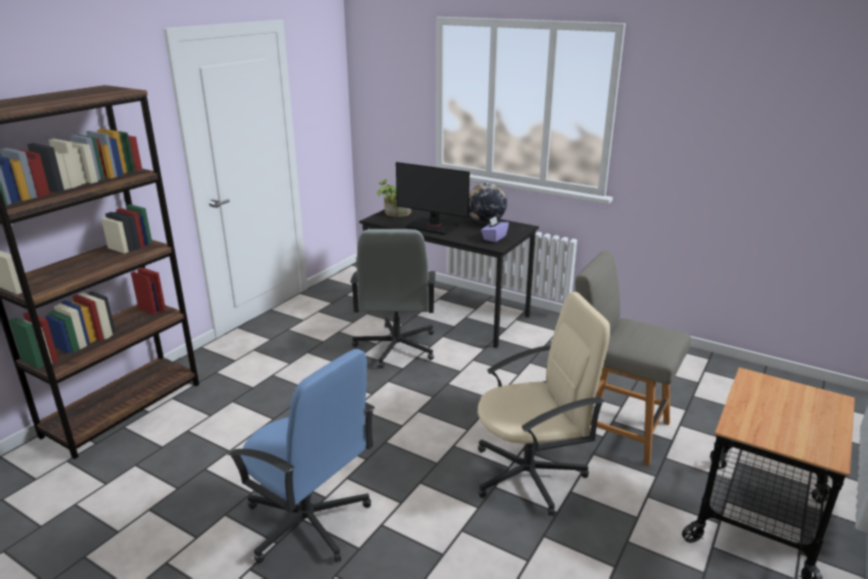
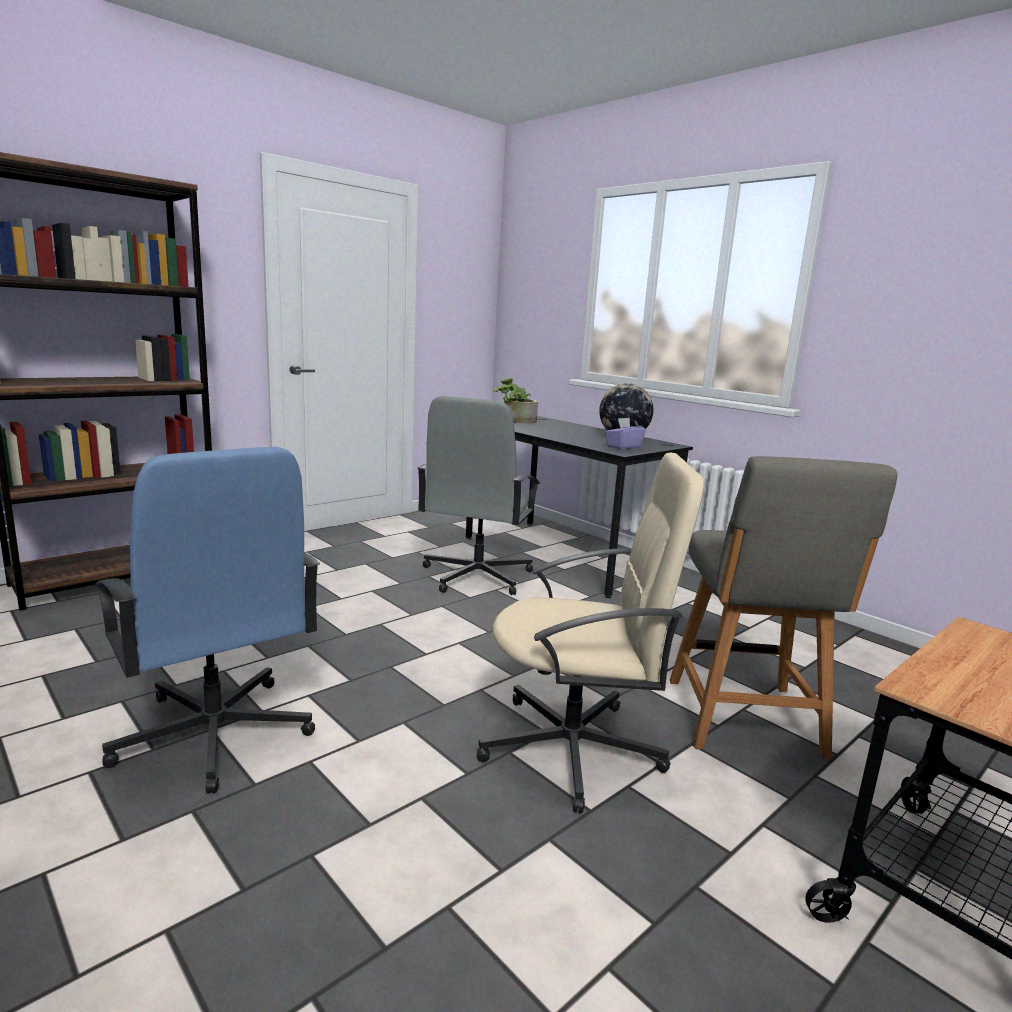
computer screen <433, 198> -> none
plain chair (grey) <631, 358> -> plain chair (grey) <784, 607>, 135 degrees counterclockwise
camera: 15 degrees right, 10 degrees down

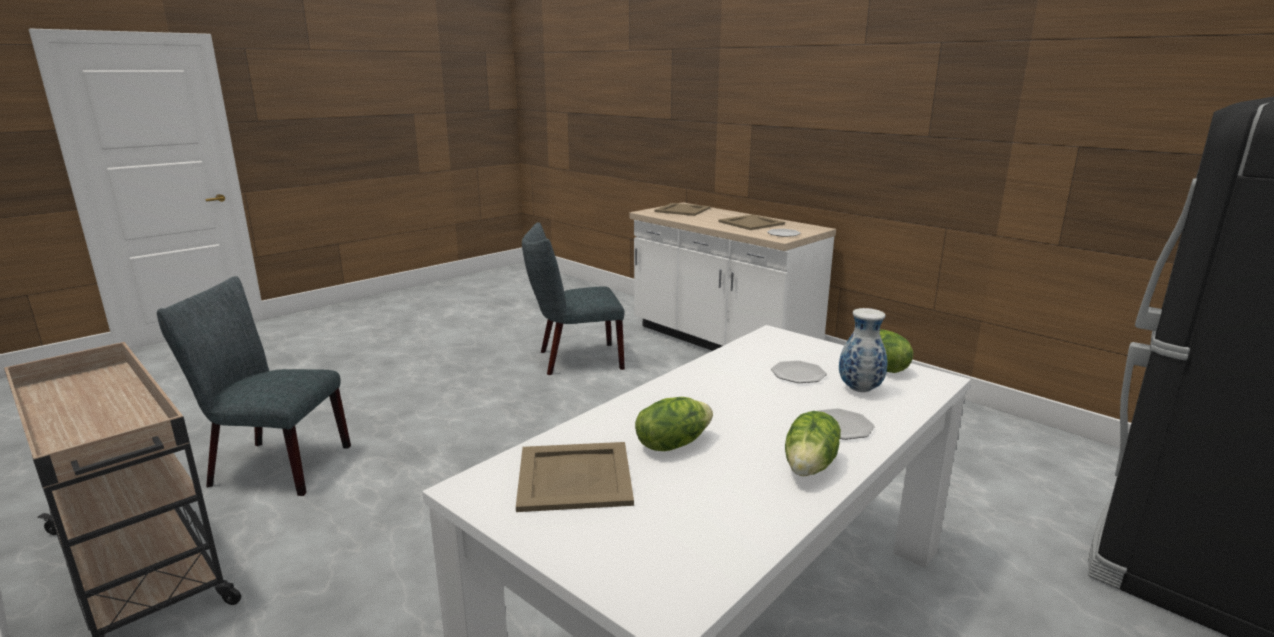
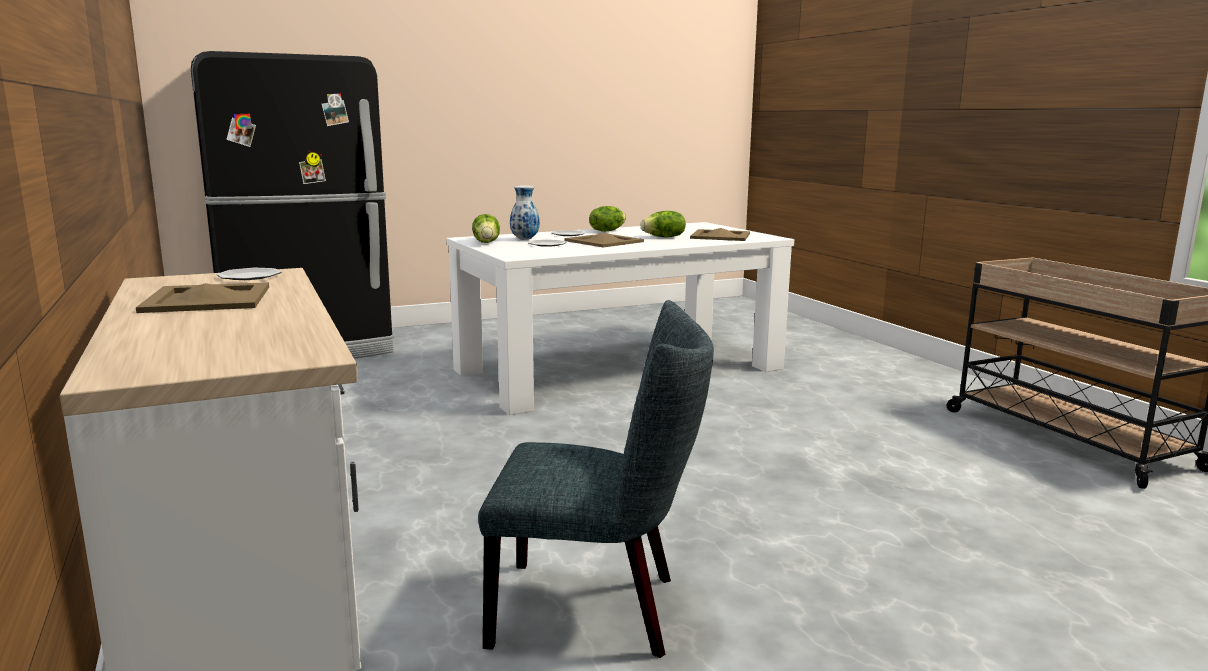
serving tray (sand-coloured) <682, 209> -> serving tray (sand-coloured) <604, 240>, relocated
plain chair (grey) <254, 386> -> none
camera: 160 degrees left, 5 degrees down

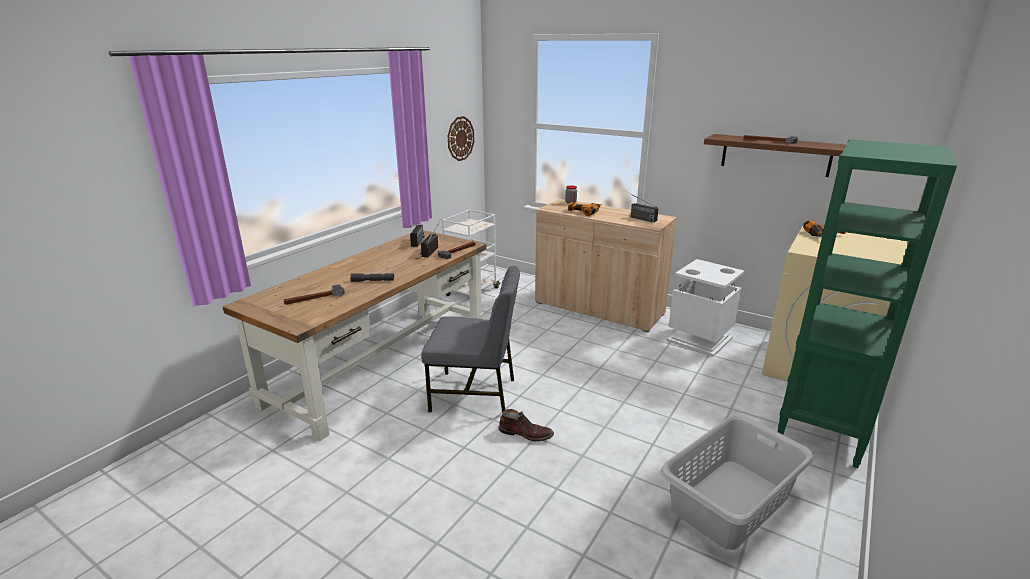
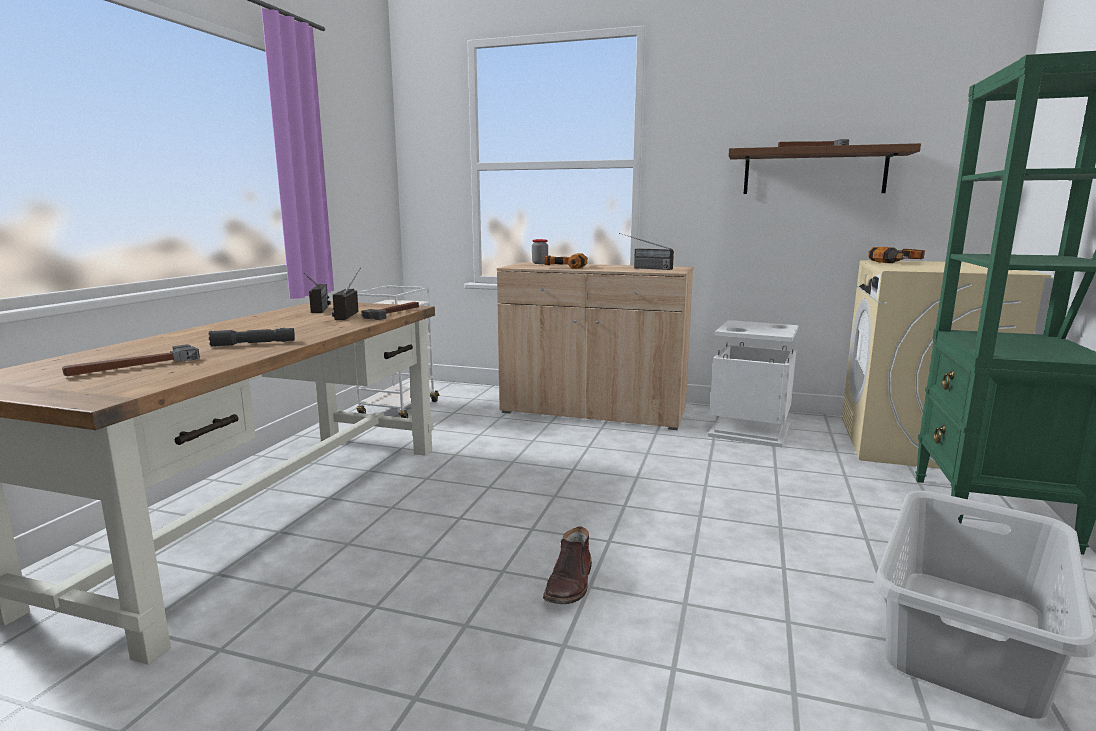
hanging clock <461, 138> -> none
plain chair (grey) <470, 339> -> none
high-top boot (brown-coloured) <526, 425> -> high-top boot (brown-coloured) <567, 565>, 105 degrees clockwise
camera: 15 degrees left, 10 degrees down

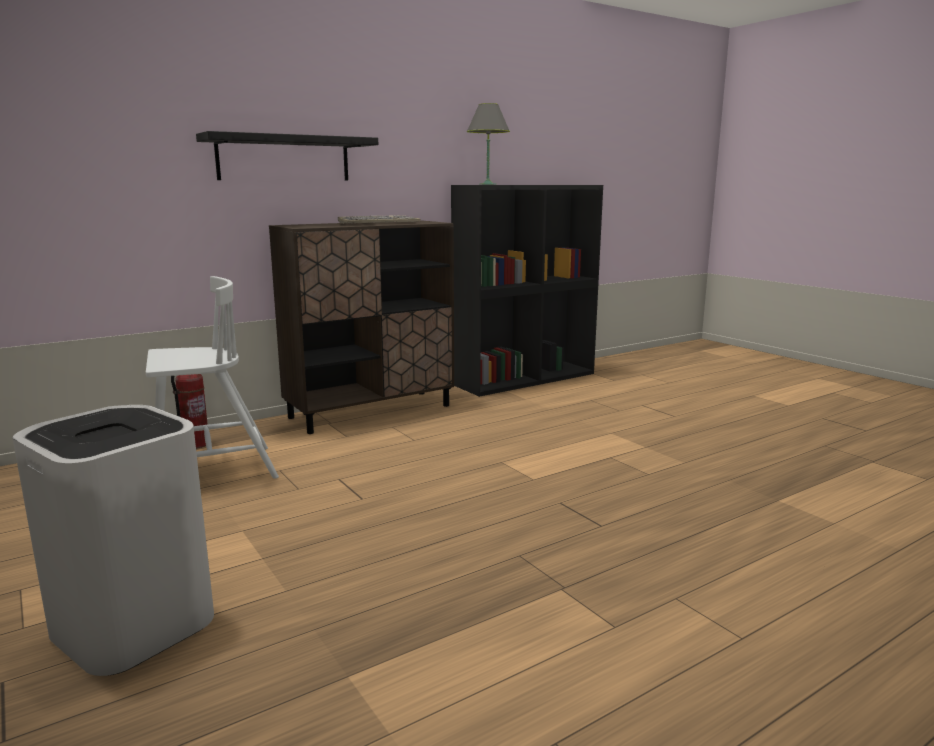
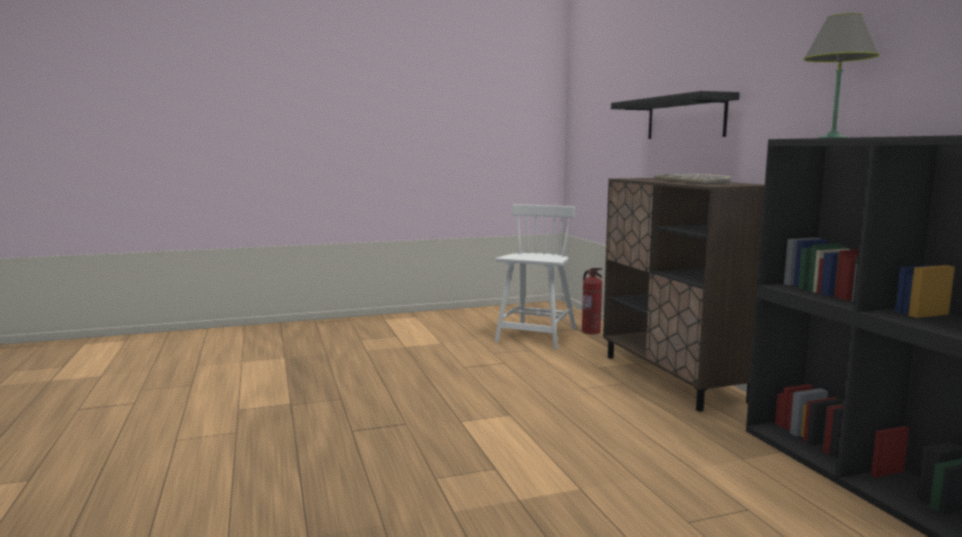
plain chair (white) <212, 377> -> plain chair (white) <535, 276>, 150 degrees counterclockwise
waste bin (white) <113, 540> -> none
camera: 105 degrees right, 5 degrees down

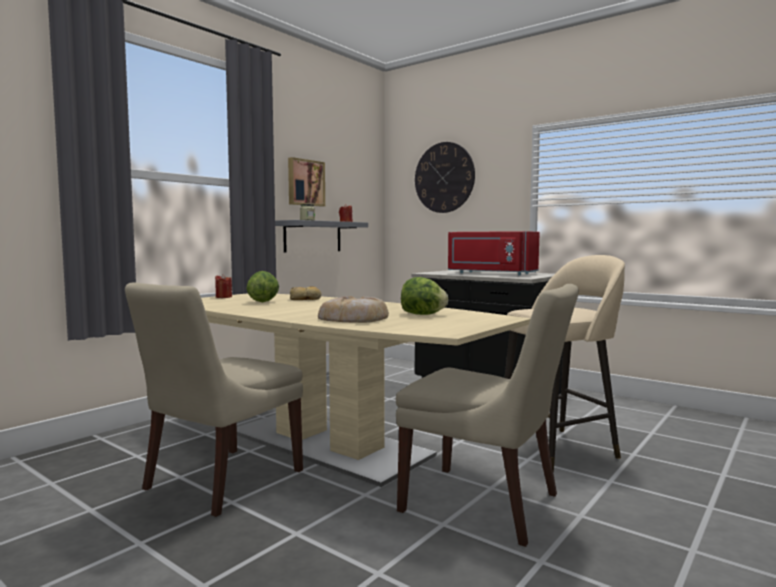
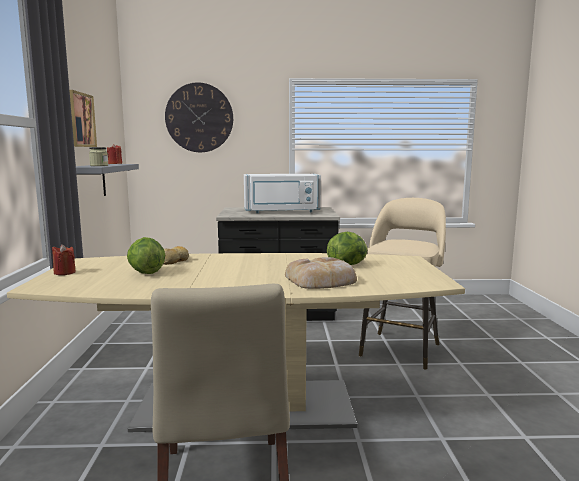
kitchen microwave (reddish) <494, 253> -> kitchen microwave (white) <282, 193>
plain chair (sand-coloured) <487, 415> -> none
camera: 40 degrees left, 5 degrees up

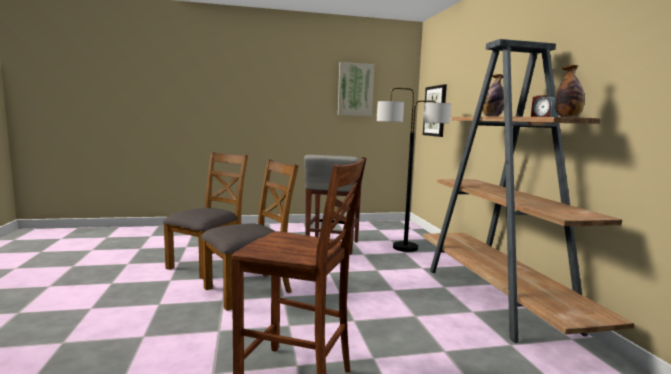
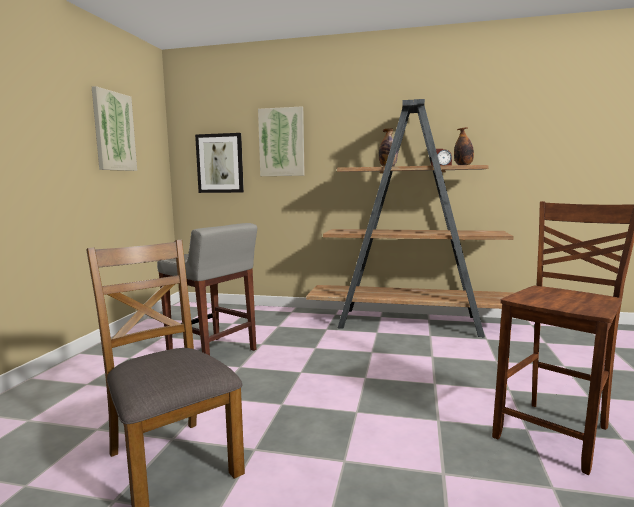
standard lamp <414, 170> -> none
plain chair (brown-coloured) <249, 235> -> none
none -> wall art <281, 141>
camera: 65 degrees left, 0 degrees up

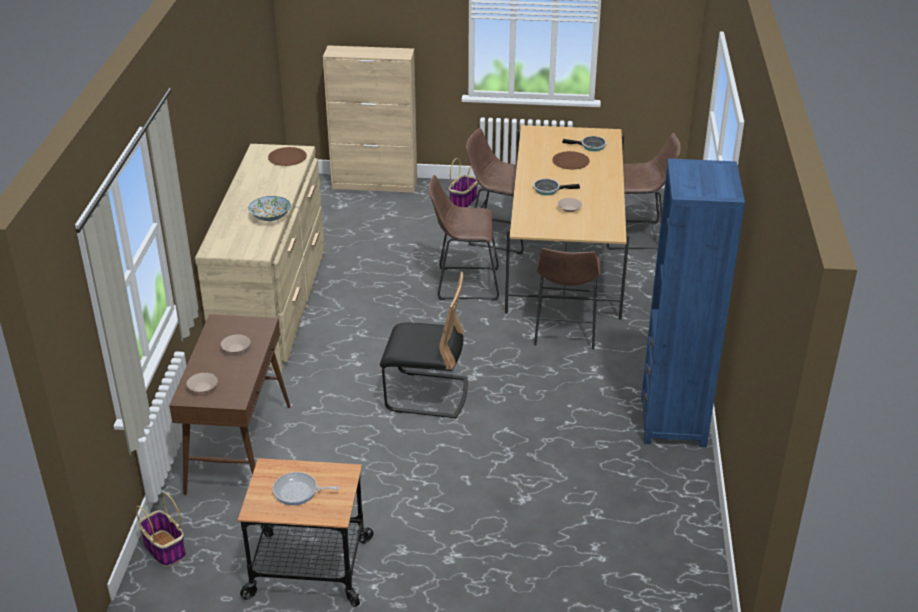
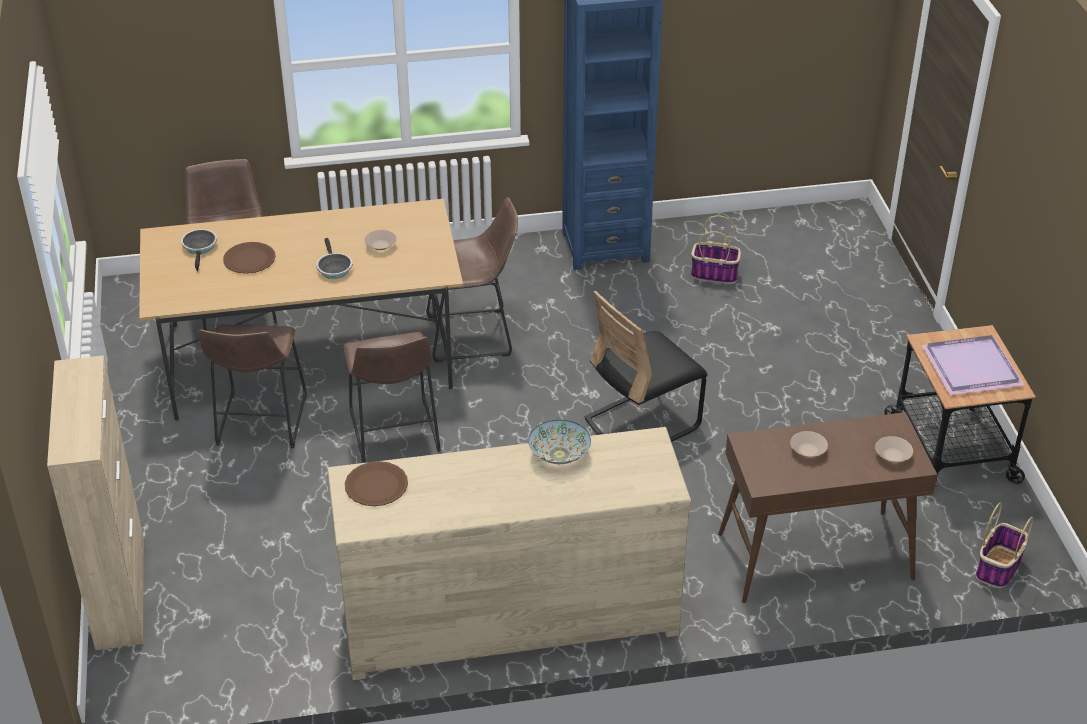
basket <463, 182> -> basket <716, 249>, relocated
plain chair (black) <424, 345> -> plain chair (black) <646, 366>, 120 degrees counterclockwise
pan <306, 488> -> serving tray (purplish) <972, 365>
camera: 105 degrees left, 5 degrees up

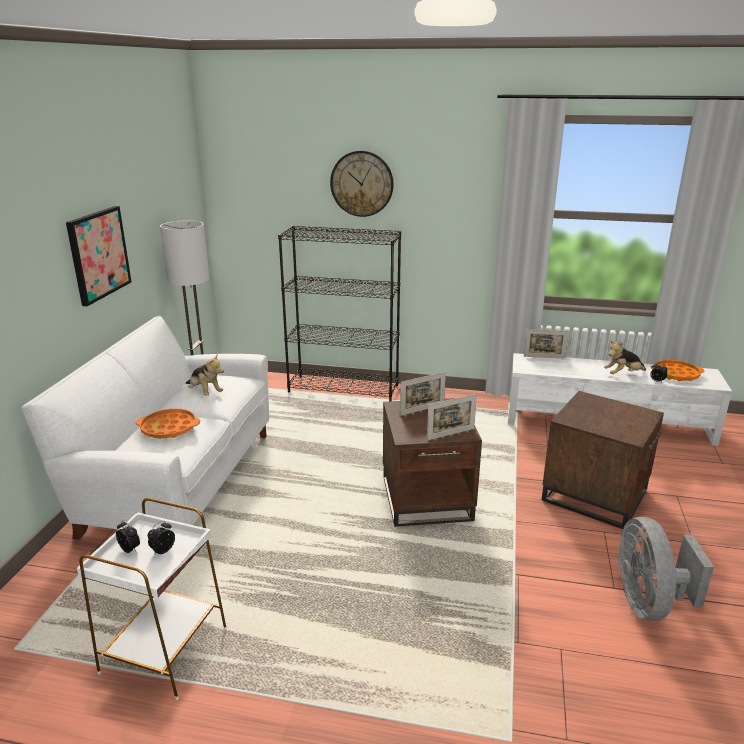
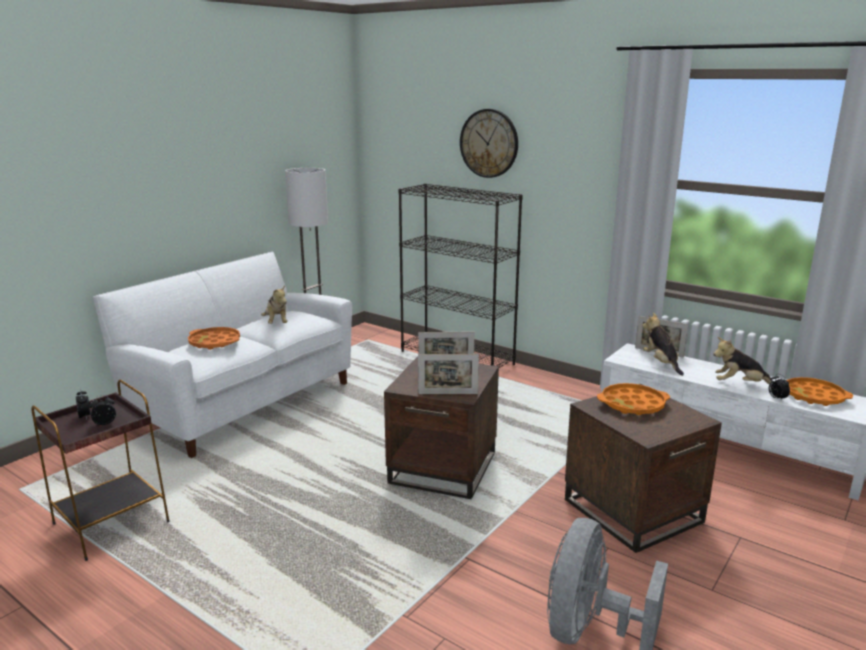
wall art <98, 256> -> none
end table (white) <152, 599> -> end table (brown-coloured) <100, 470>
none -> cuddly toy <663, 344>
none -> serving tray (orange-coloured) <633, 399>
camera: 25 degrees right, 5 degrees down

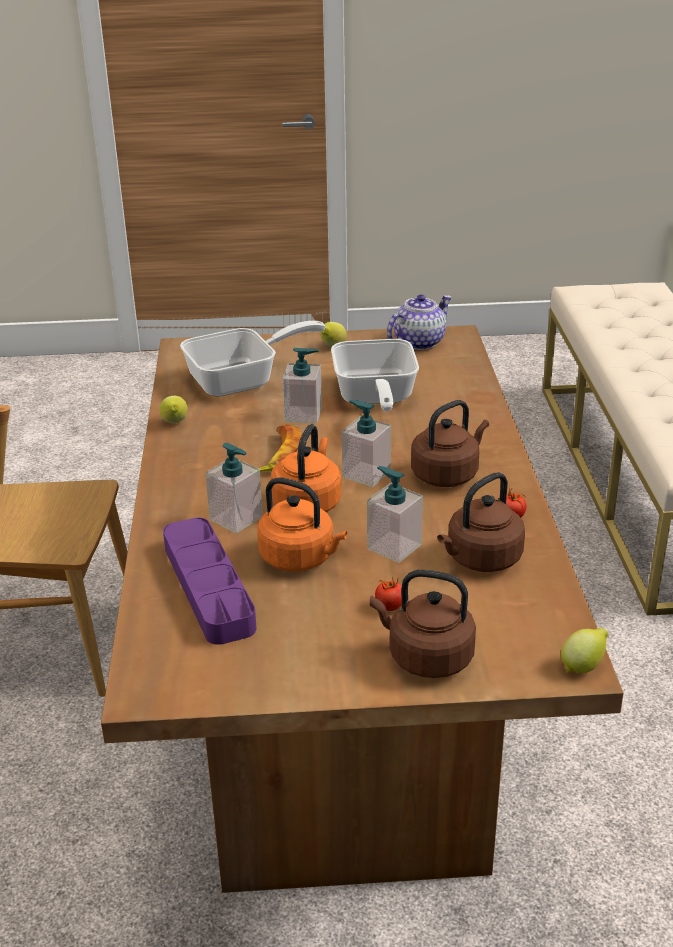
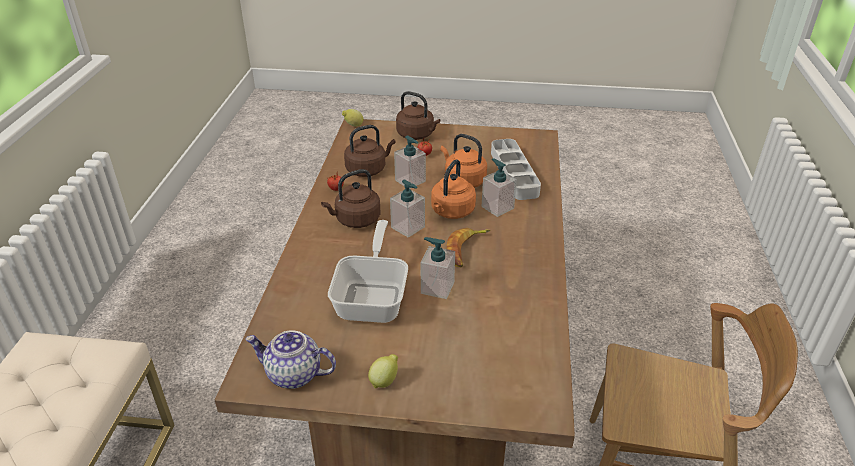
pot for tea <419, 322> -> pot for tea <291, 359>, 45 degrees clockwise
pan <252, 359> -> none
citrus fruit <174, 409> -> none
serving tray (purplish) <209, 581> -> serving tray (grey) <516, 169>
camera: 170 degrees left, 5 degrees up

